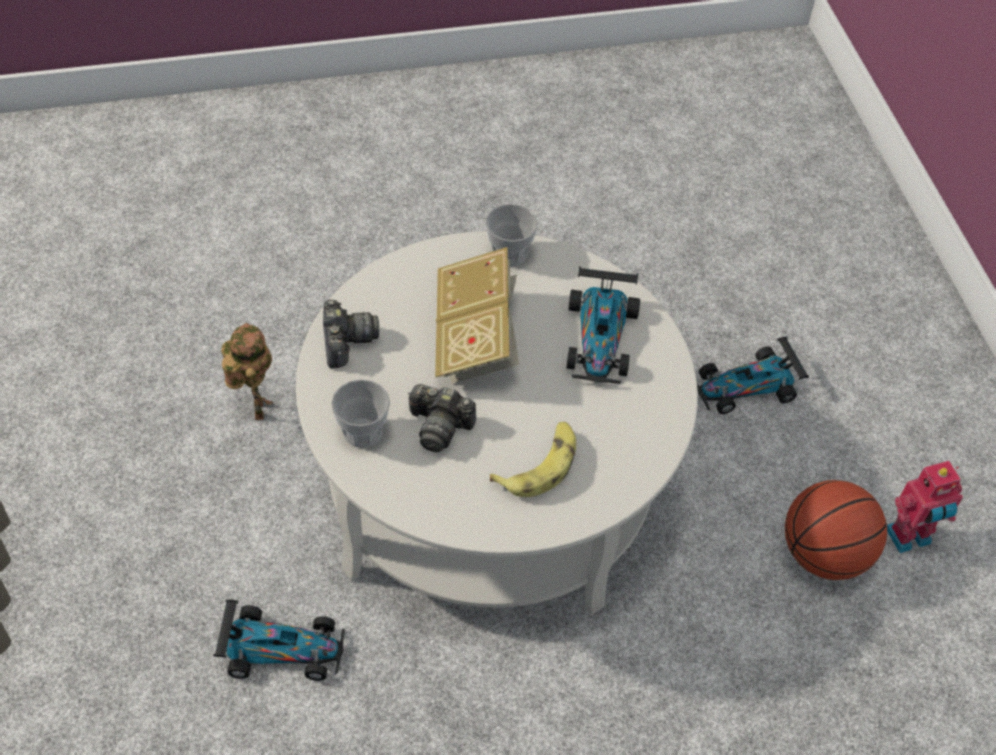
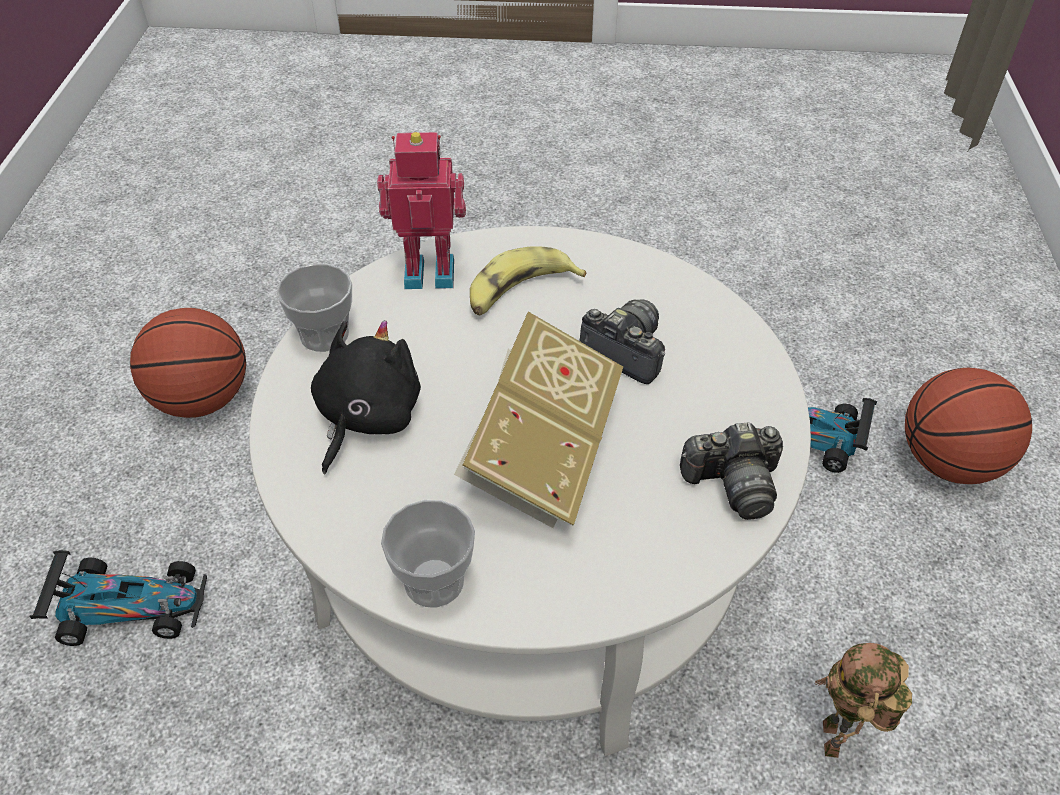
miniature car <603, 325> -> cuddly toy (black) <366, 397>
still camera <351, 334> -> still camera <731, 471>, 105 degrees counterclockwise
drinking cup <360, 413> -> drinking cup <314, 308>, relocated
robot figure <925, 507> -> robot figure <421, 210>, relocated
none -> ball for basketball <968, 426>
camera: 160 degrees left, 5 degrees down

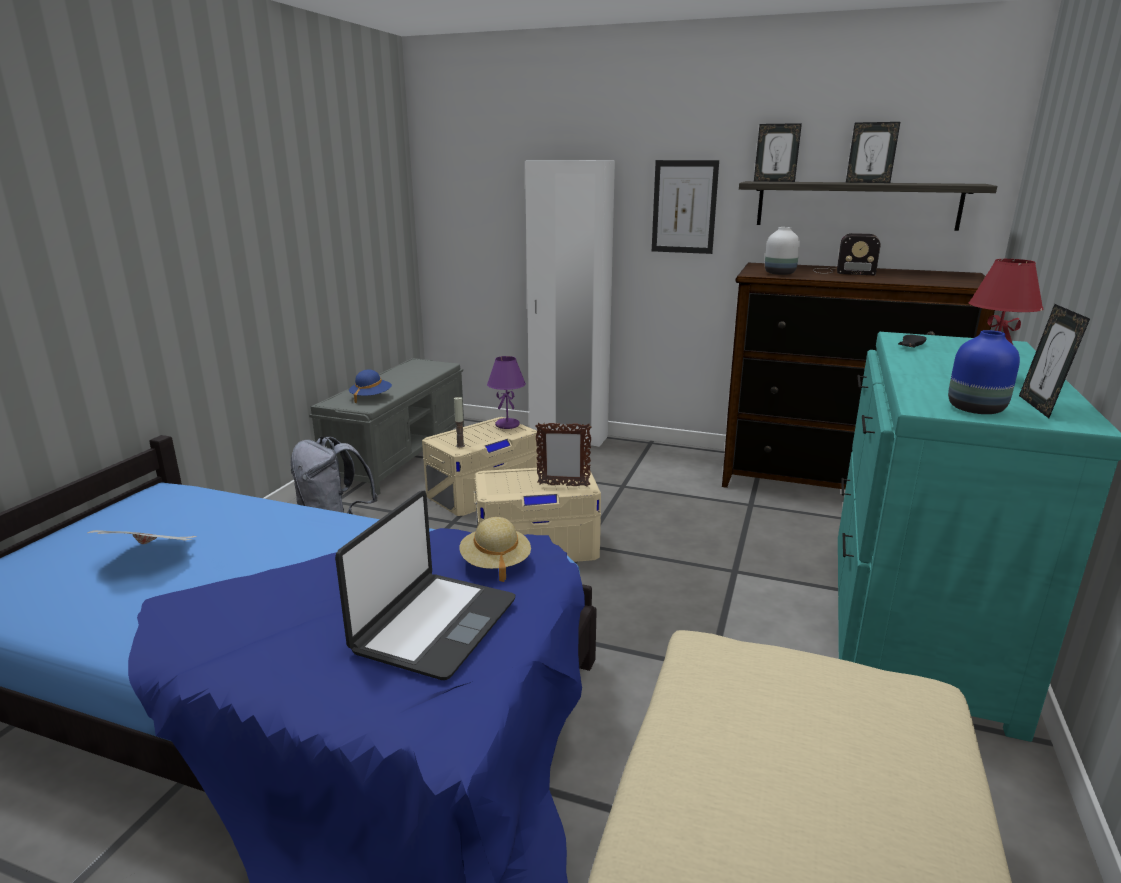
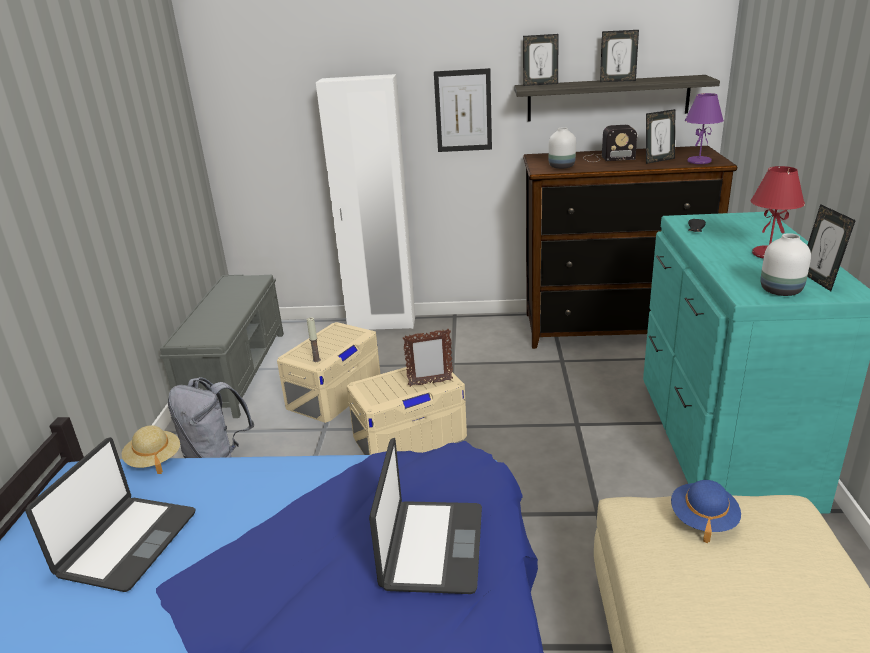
flower vase (bluish) <984, 372> -> flower vase (white) <785, 264>
tabletop lamp (purplish) <506, 392> -> tabletop lamp (purplish) <704, 128>, relocated
clothing hat (bluish) <370, 386> -> clothing hat (bluish) <706, 511>, relocated
clothing hat (sand-coloured) <495, 549> -> clothing hat (sand-coloured) <151, 449>, relocated
newspaper <142, 537> -> notebook computer <111, 514>
none -> photo frame <661, 136>
camera: 15 degrees left, 5 degrees up

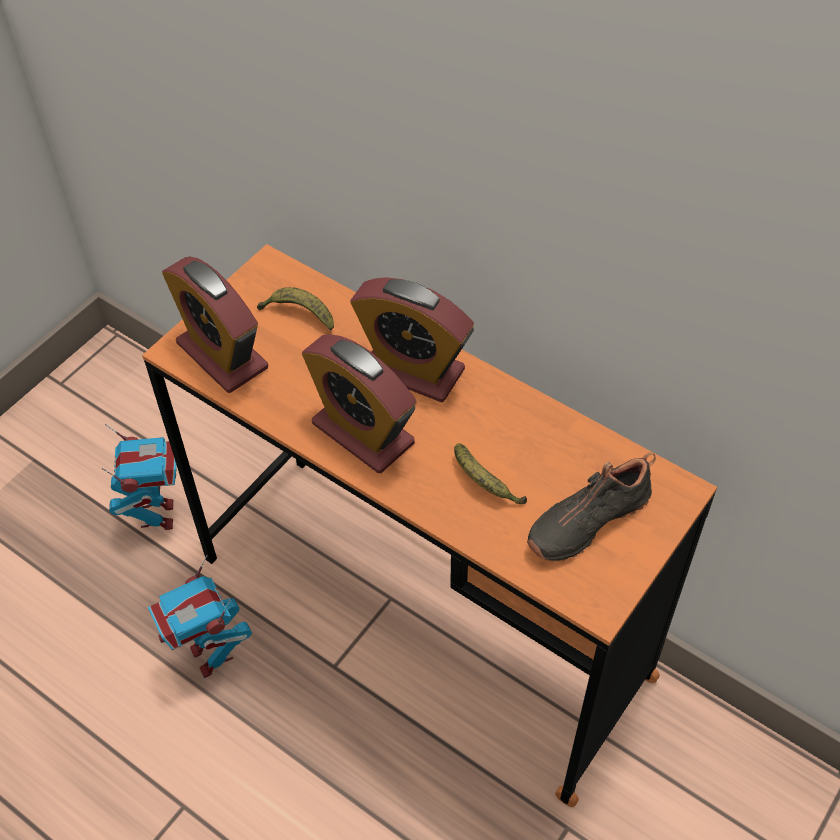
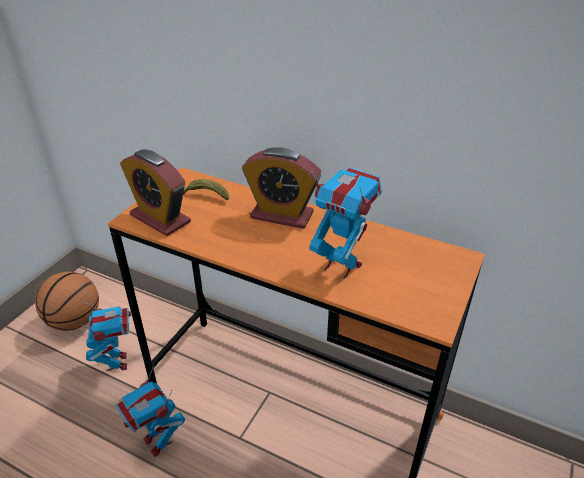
alarm clock <359, 403> -> none
banana fruit <490, 473> -> robot figure <345, 223>
item of footwear (black) <591, 507> -> none
none -> ball for basketball <67, 301>
camera: 10 degrees left, 15 degrees down

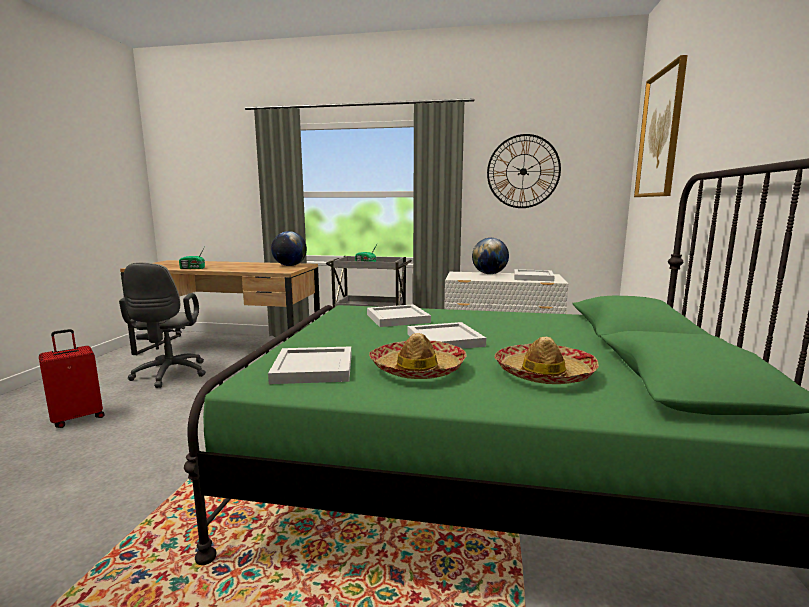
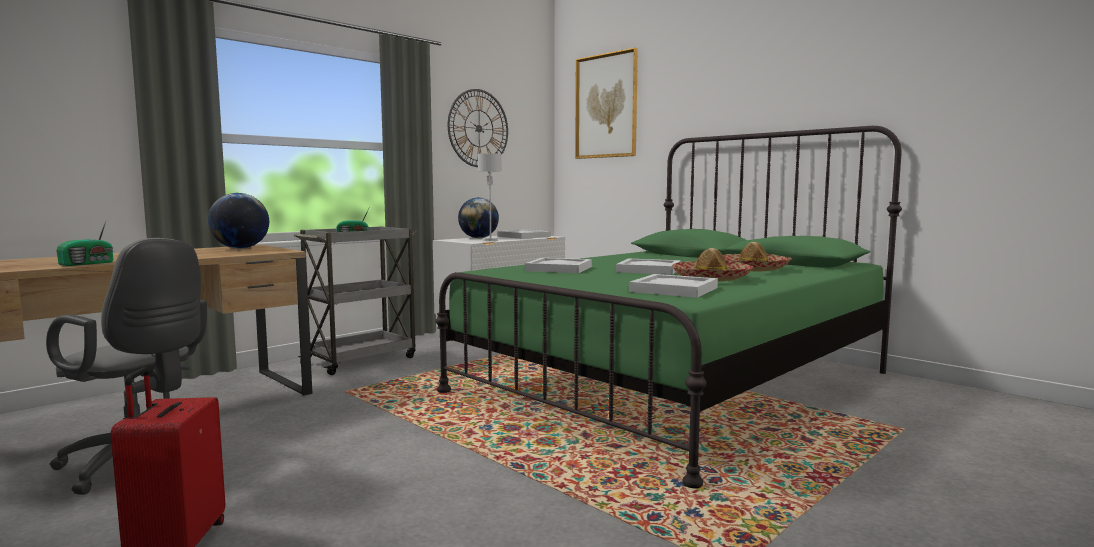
none -> tabletop lamp (grey) <490, 197>
camera: 55 degrees left, 5 degrees down

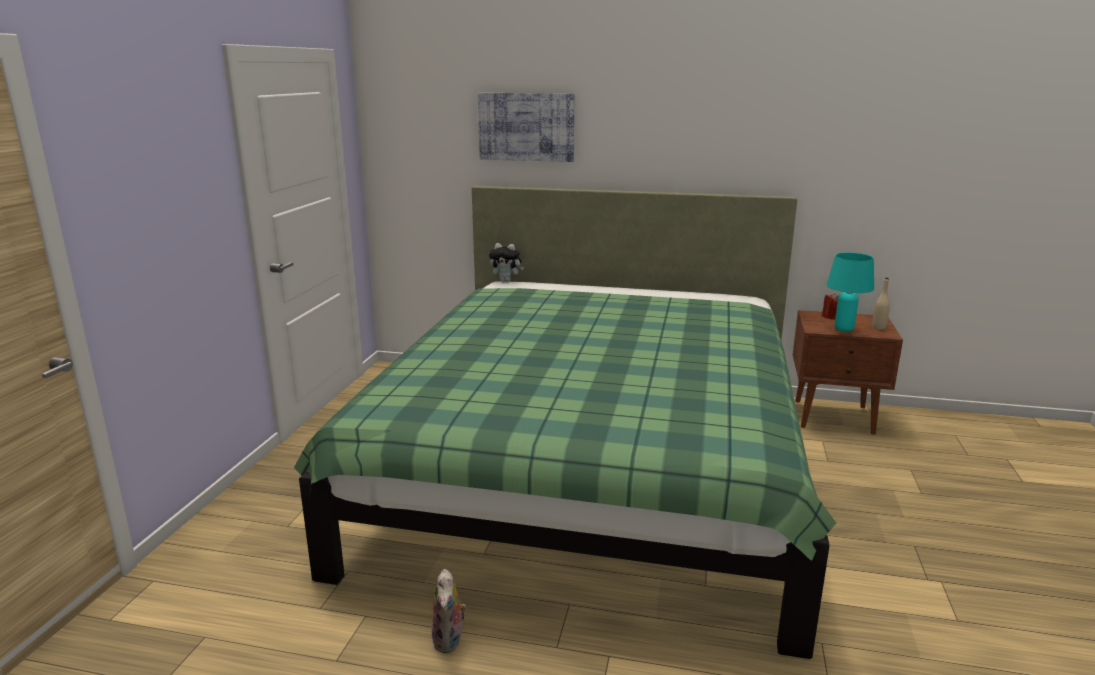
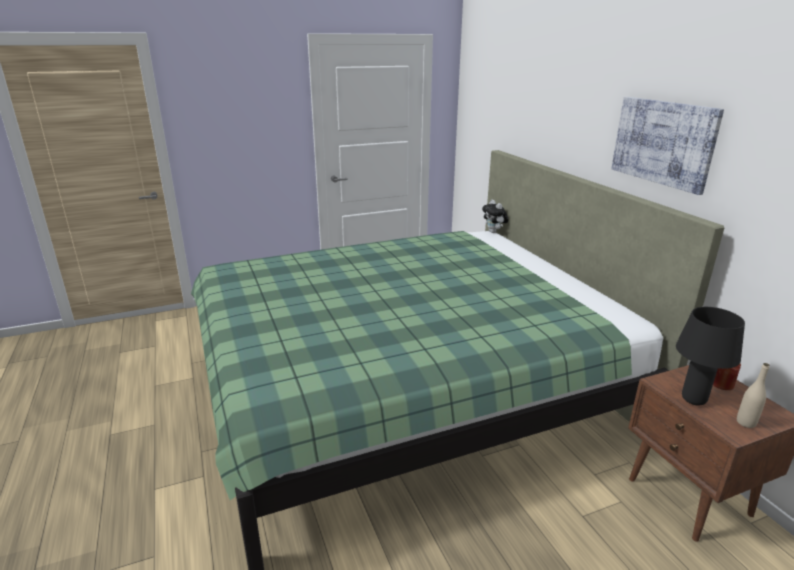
wall art <526, 127> -> wall art <667, 146>, relocated
tabletop lamp (blue-green) <850, 292> -> tabletop lamp (black) <710, 356>
cuddly toy <449, 611> -> none
camera: 55 degrees right, 5 degrees up

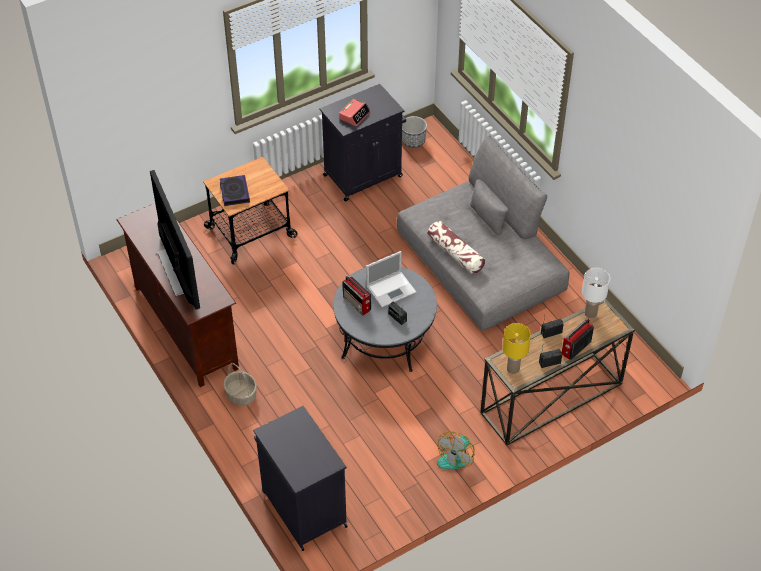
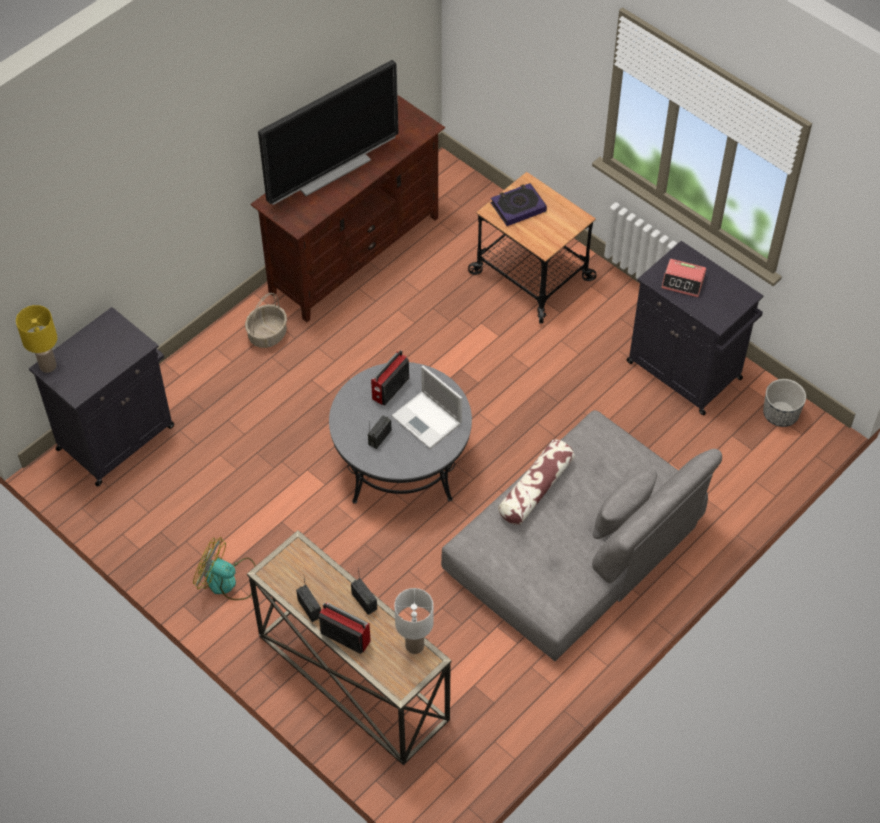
tabletop lamp (yellowish) <517, 348> -> tabletop lamp (yellowish) <36, 339>, relocated
camera: 75 degrees right, 5 degrees up

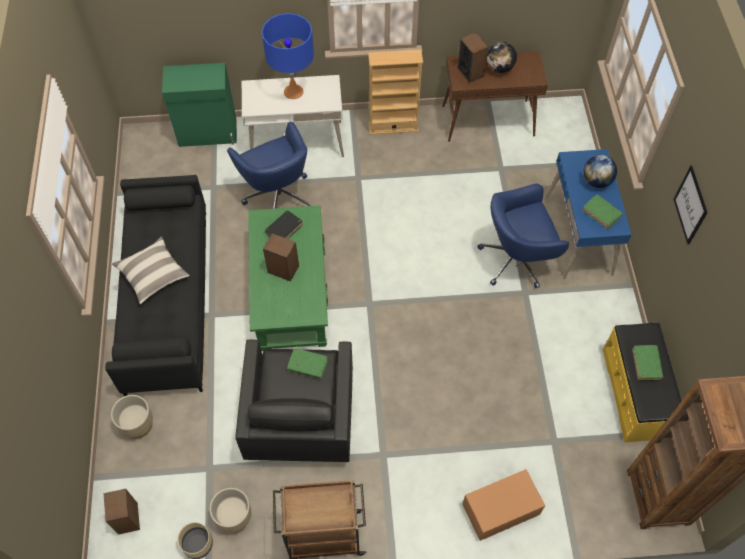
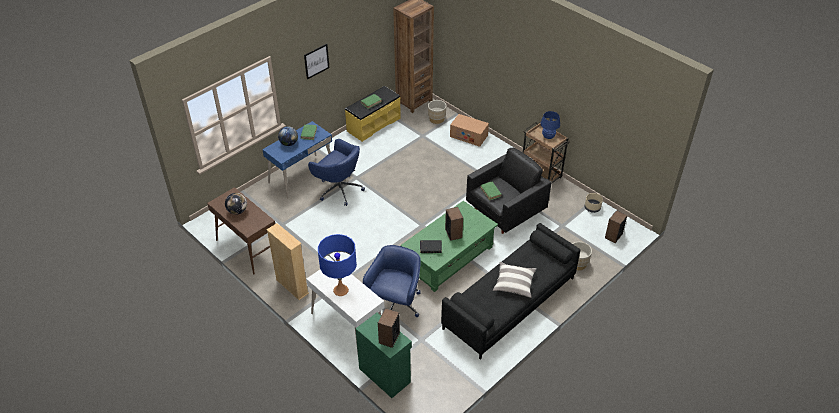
loudspeaker <473, 57> -> loudspeaker <389, 328>, relocated
plant pot (sand-coloured) <230, 510> -> plant pot (sand-coloured) <437, 112>, relocated
none -> tabletop lamp (bluish) <550, 125>
camera: 130 degrees left, 15 degrees down

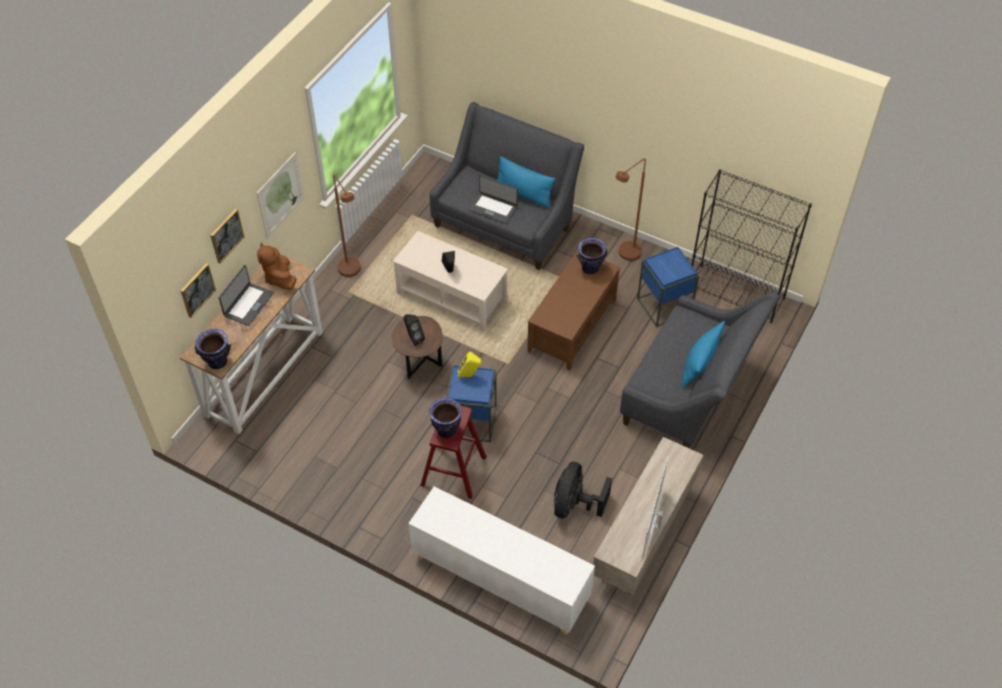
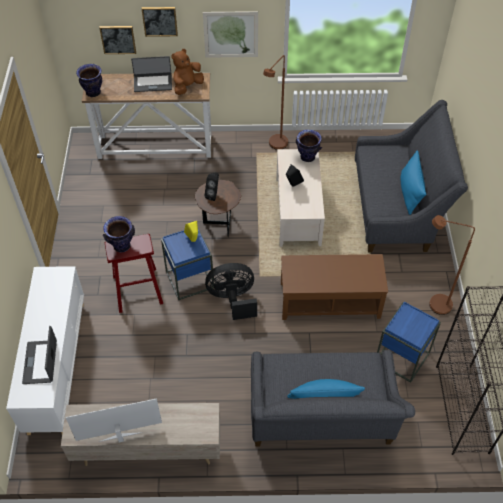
notebook computer <493, 199> -> notebook computer <39, 355>, relocated
flower vase <591, 256> -> flower vase <309, 146>, relocated
electric fan (black) <583, 490> -> electric fan (black) <231, 291>, relocated
camera: 60 degrees right, 0 degrees up

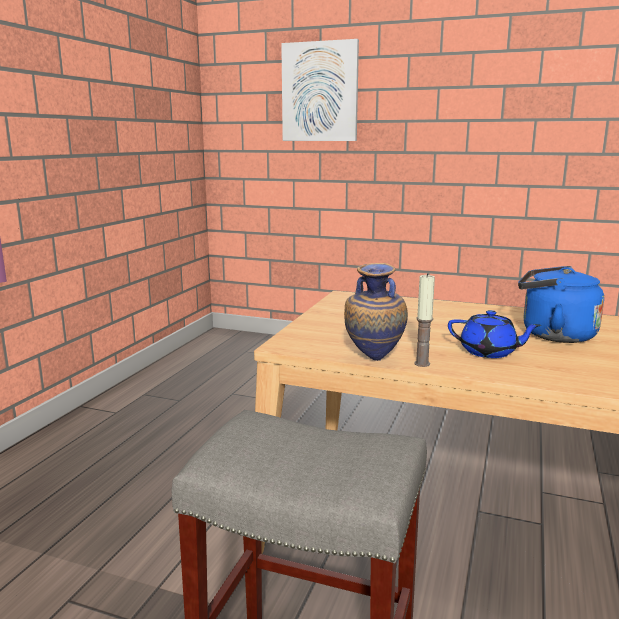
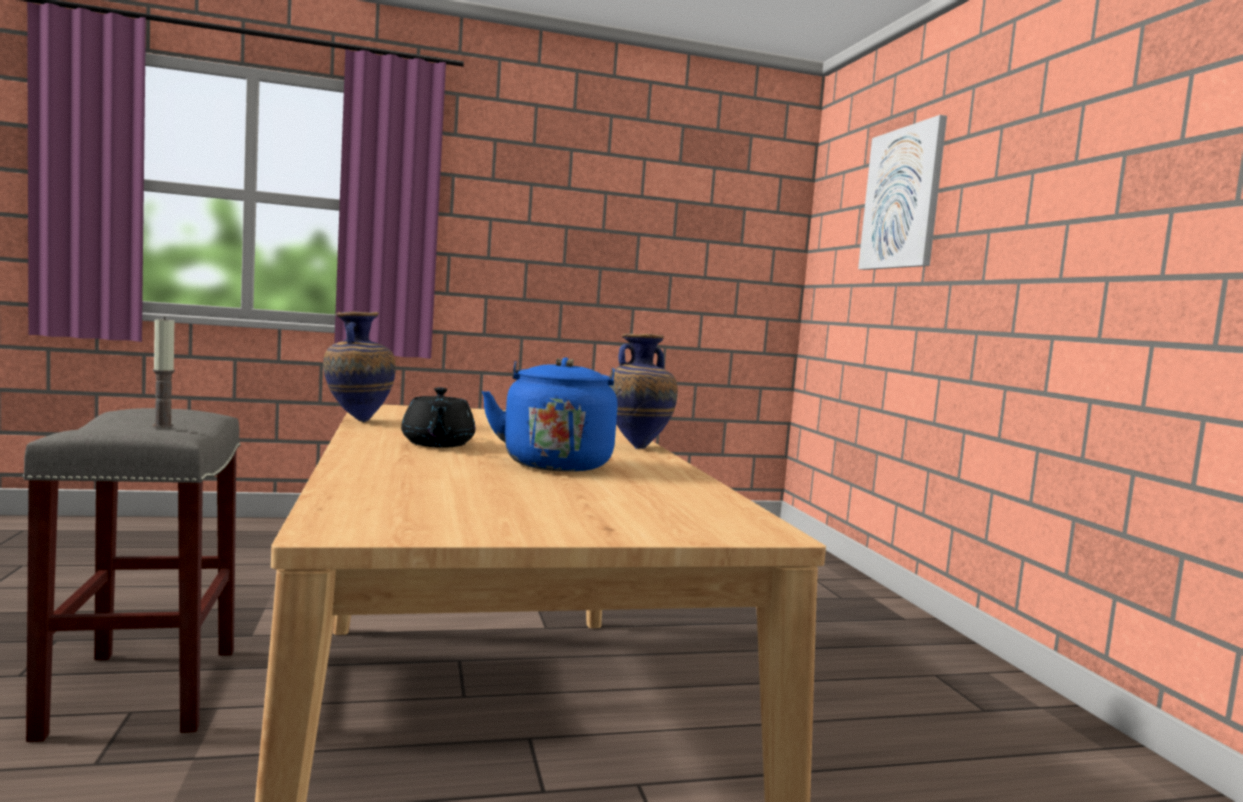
wax light <424, 320> -> wax light <163, 372>, relocated
pot for tea (bluish) <494, 334> -> pot for tea (black) <438, 417>
none -> flower vase <644, 391>
camera: 55 degrees right, 10 degrees down

